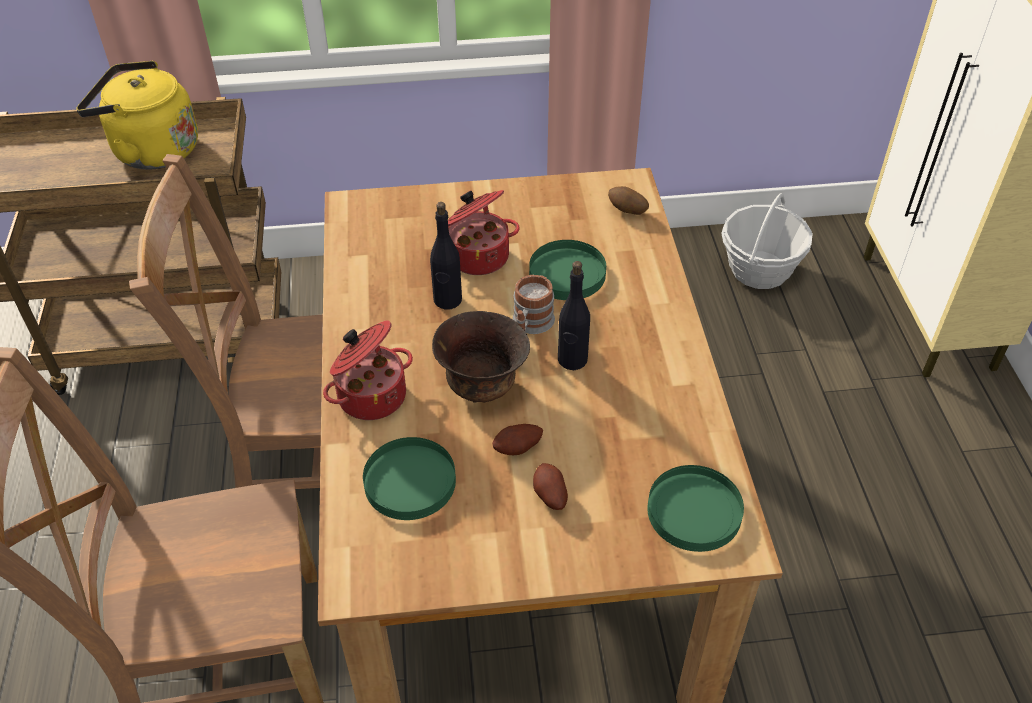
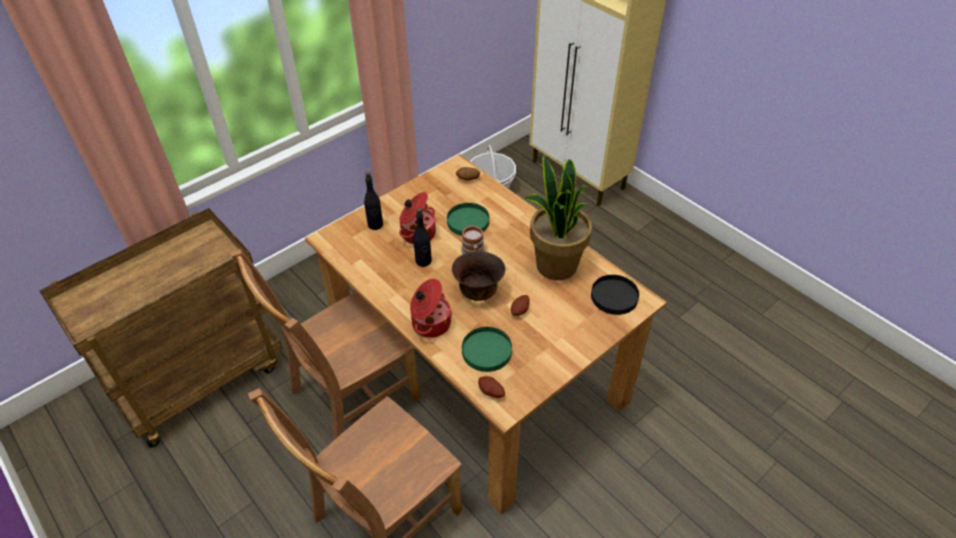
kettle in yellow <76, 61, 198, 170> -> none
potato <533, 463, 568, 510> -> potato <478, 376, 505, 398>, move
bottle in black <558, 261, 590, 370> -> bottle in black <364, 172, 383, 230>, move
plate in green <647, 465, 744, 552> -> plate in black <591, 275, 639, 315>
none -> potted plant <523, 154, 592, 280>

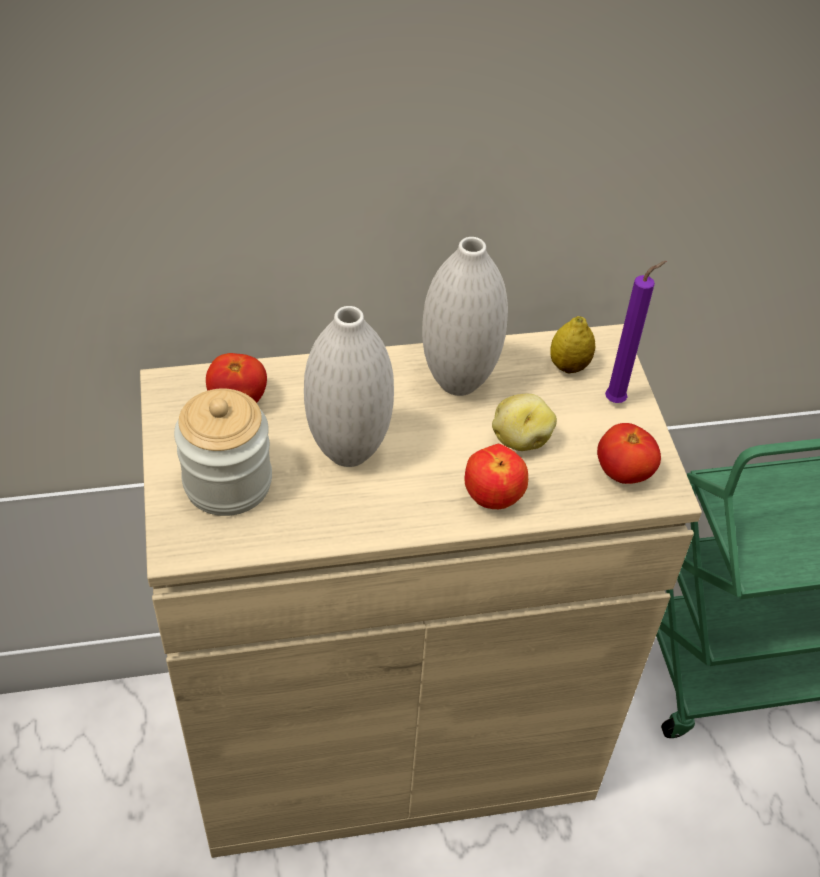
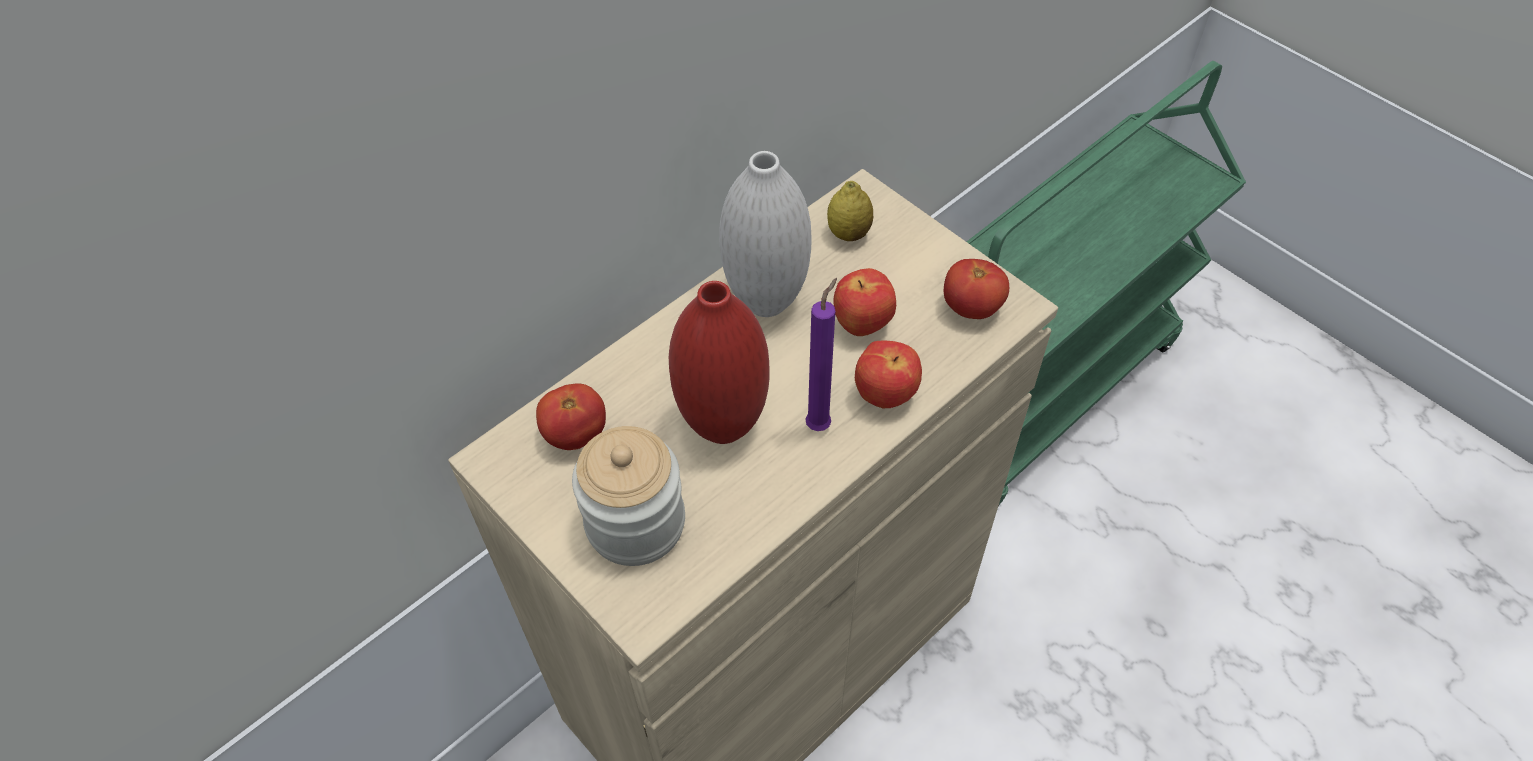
vase in white <304, 306, 394, 467> -> vase in red <669, 281, 770, 444>
potato <492, 394, 557, 451> -> apple <834, 268, 896, 336>
candle in purple <605, 261, 666, 403> -> candle in purple <805, 278, 837, 431>, move

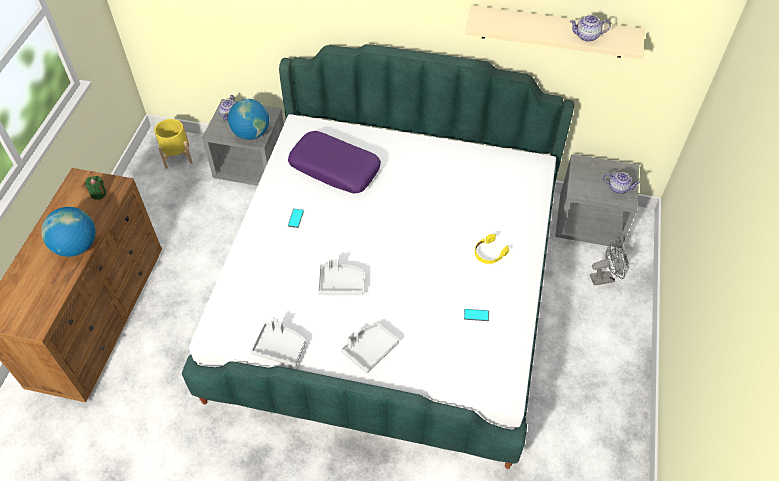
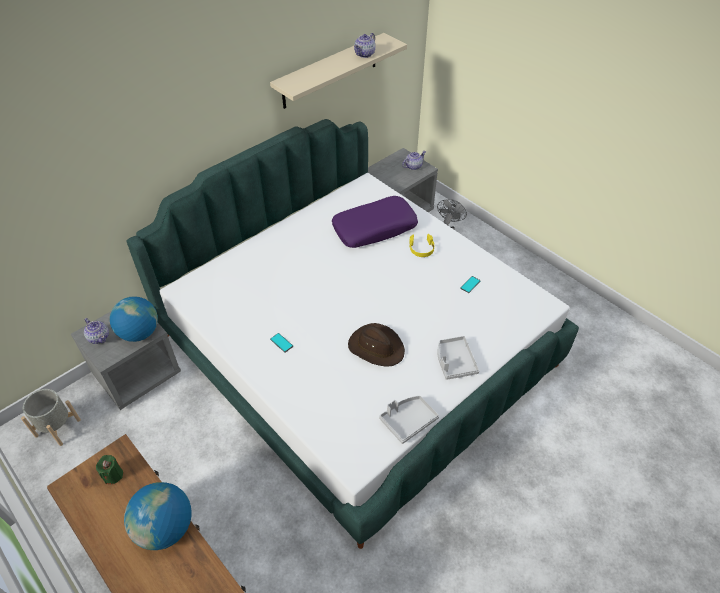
planter in yellow <154, 119, 193, 169> -> planter in grey <21, 389, 81, 446>
pillow in purple <288, 131, 381, 193> -> pillow in purple <332, 196, 418, 248>, move
tray in grey <318, 259, 364, 295> -> hat in brown <348, 323, 405, 366>

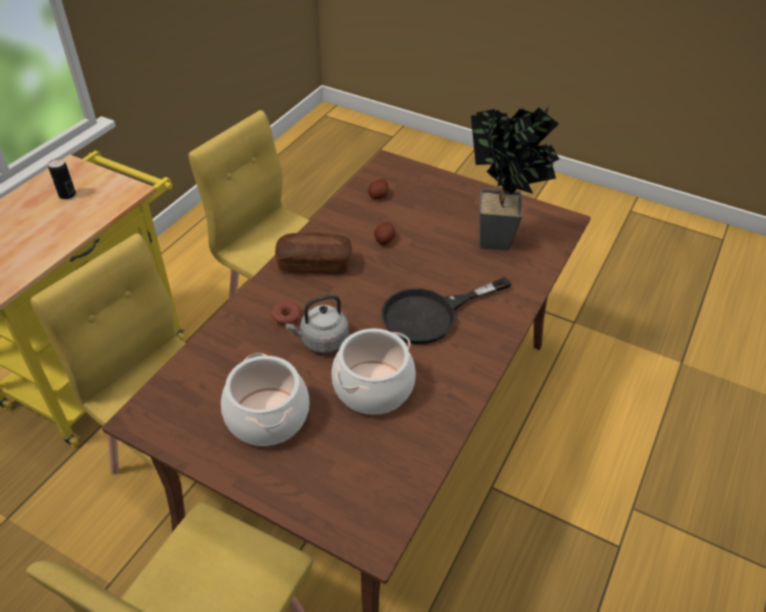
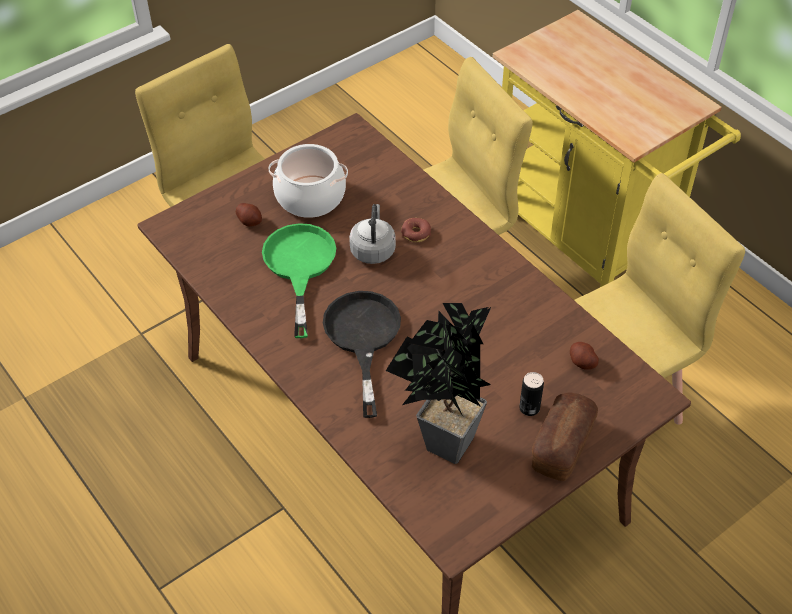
can <48, 158, 76, 199> -> can <519, 372, 544, 416>, move
bread <275, 233, 352, 275> -> bread <532, 392, 598, 481>, move
cooking pot <331, 328, 416, 415> -> frying pan in green <262, 223, 336, 338>
potato <374, 222, 396, 245> -> potato <236, 203, 262, 227>, move

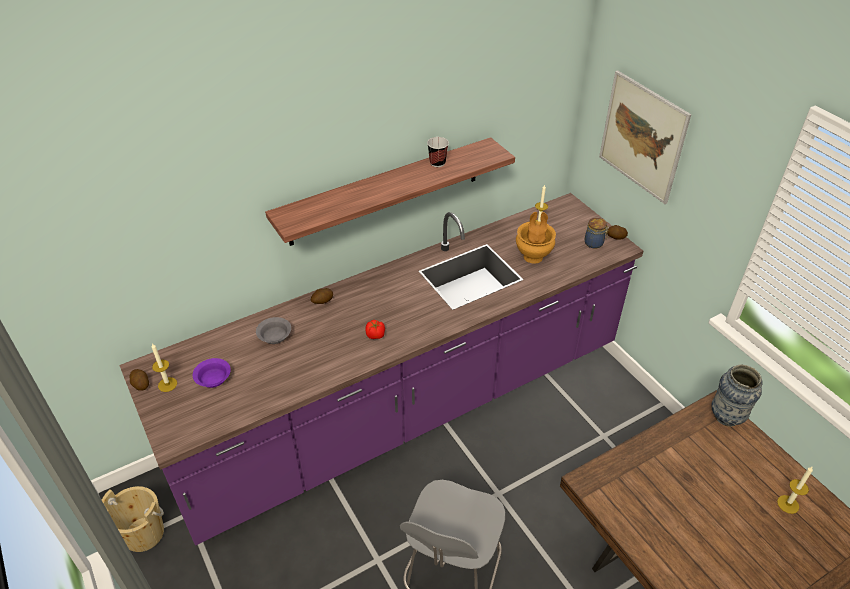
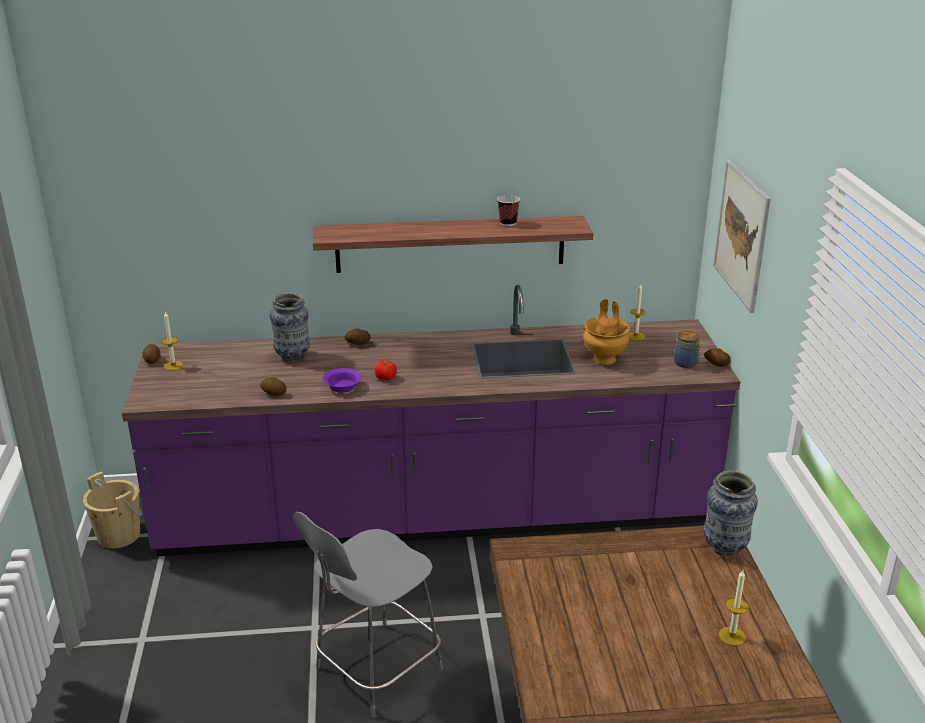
bowl in purple <193, 358, 231, 388> -> bowl in purple <323, 368, 362, 393>, move
bowl in grey <256, 317, 291, 344> -> vase <269, 293, 310, 362>
none -> potato <260, 377, 287, 396>

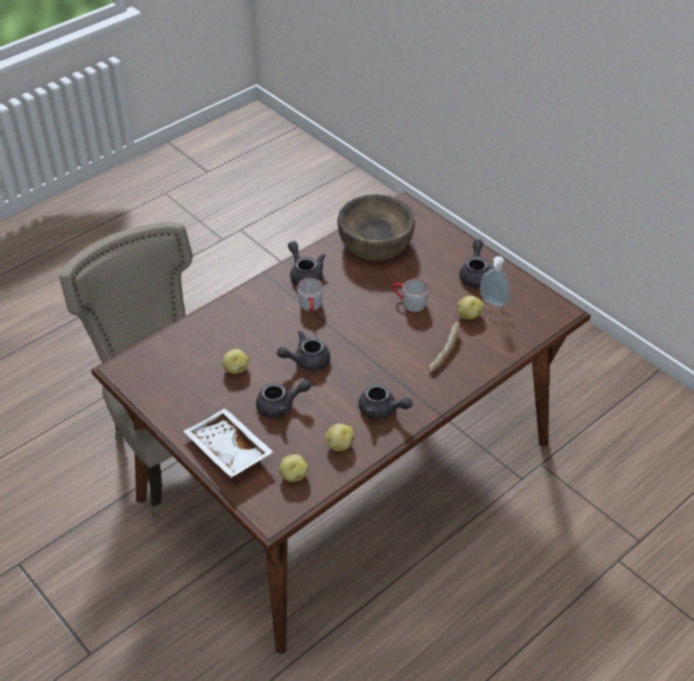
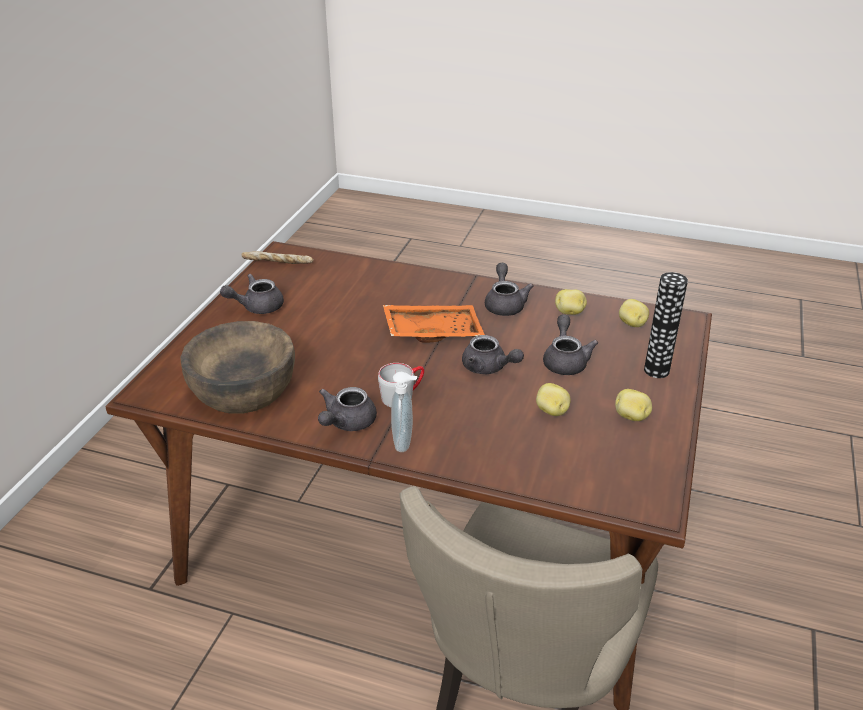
tray in white <183, 409, 273, 478> -> vase <644, 272, 688, 378>
teapot in grey <256, 379, 311, 418> -> teapot in grey <543, 315, 598, 375>, 45 degrees clockwise
mug in grey <393, 279, 429, 312> -> none
bread <428, 322, 460, 372> -> bread <242, 251, 314, 264>, move
potato <457, 296, 483, 319> -> potato <615, 389, 652, 421>, move
soap dispenser <480, 256, 510, 307> -> soap dispenser <391, 372, 417, 452>, move
none -> tray in orange <383, 305, 485, 343>

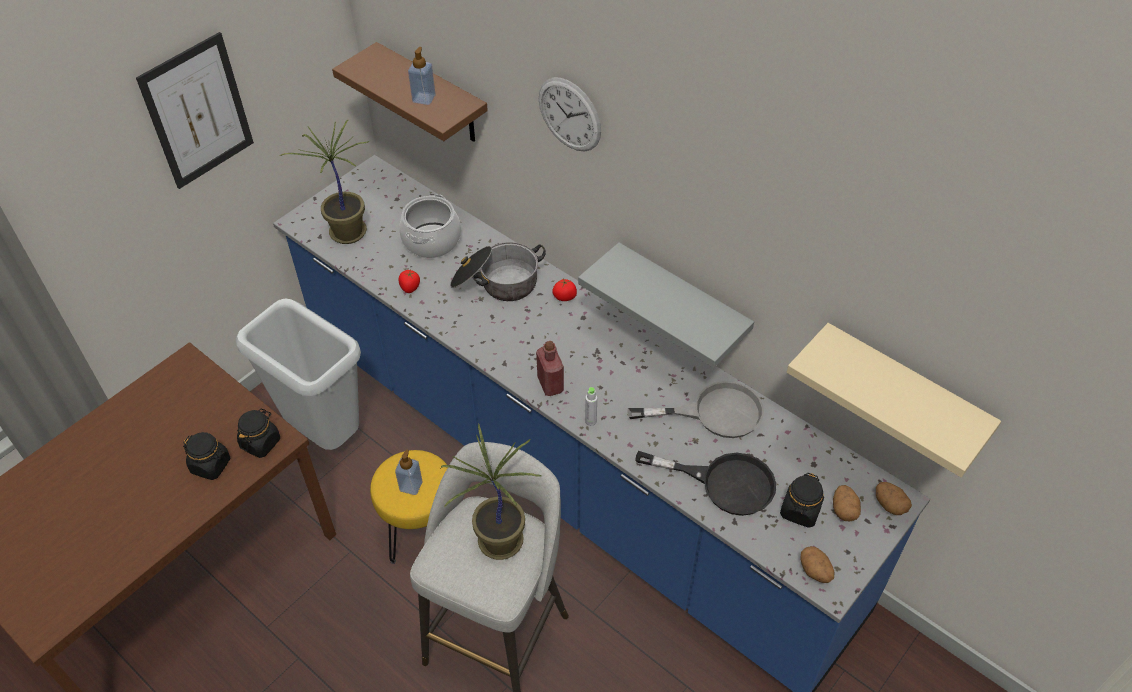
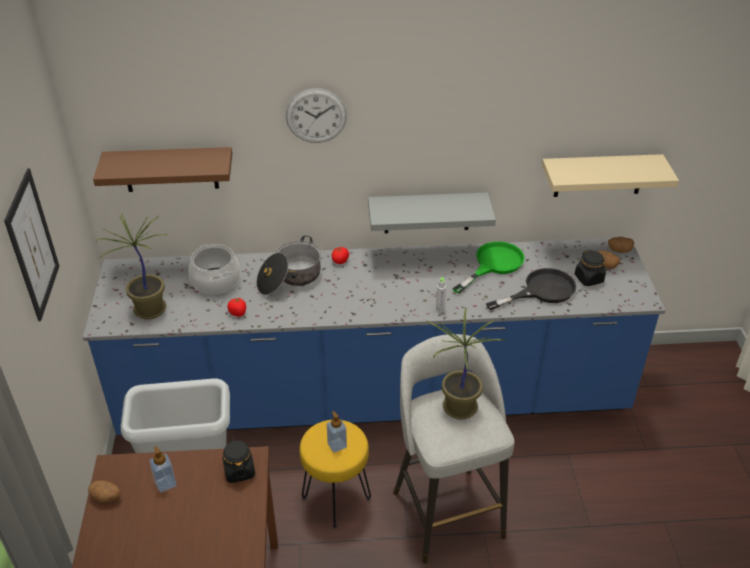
jar in black <183, 432, 230, 480> -> none
soap dispenser <408, 47, 436, 105> -> soap dispenser <149, 446, 176, 492>, move
bottle in red <536, 341, 564, 396> -> none
frying pan in grey <627, 381, 764, 438> -> frying pan in green <452, 241, 525, 294>
potato <800, 546, 835, 583> -> potato <88, 480, 121, 503>, move

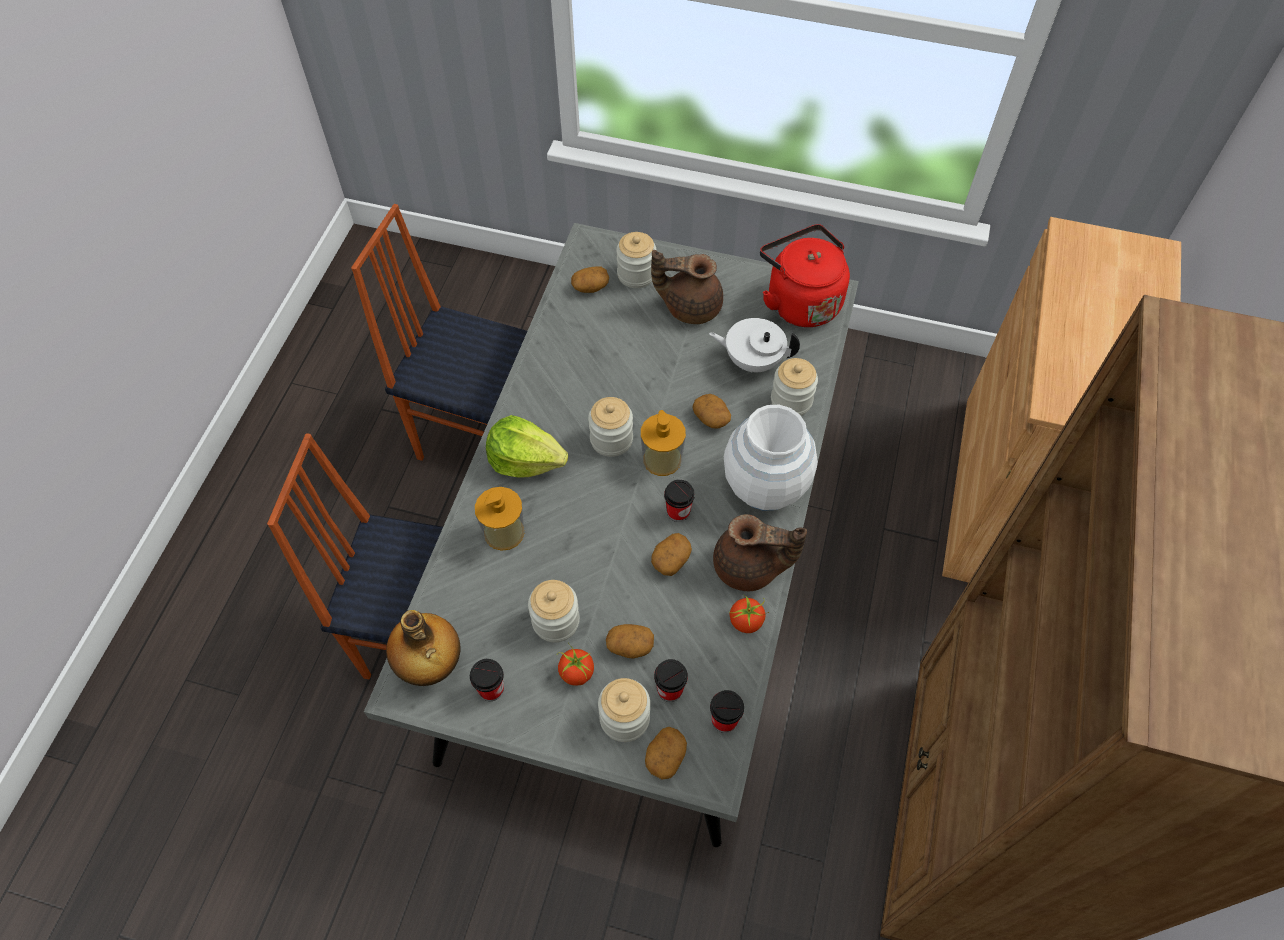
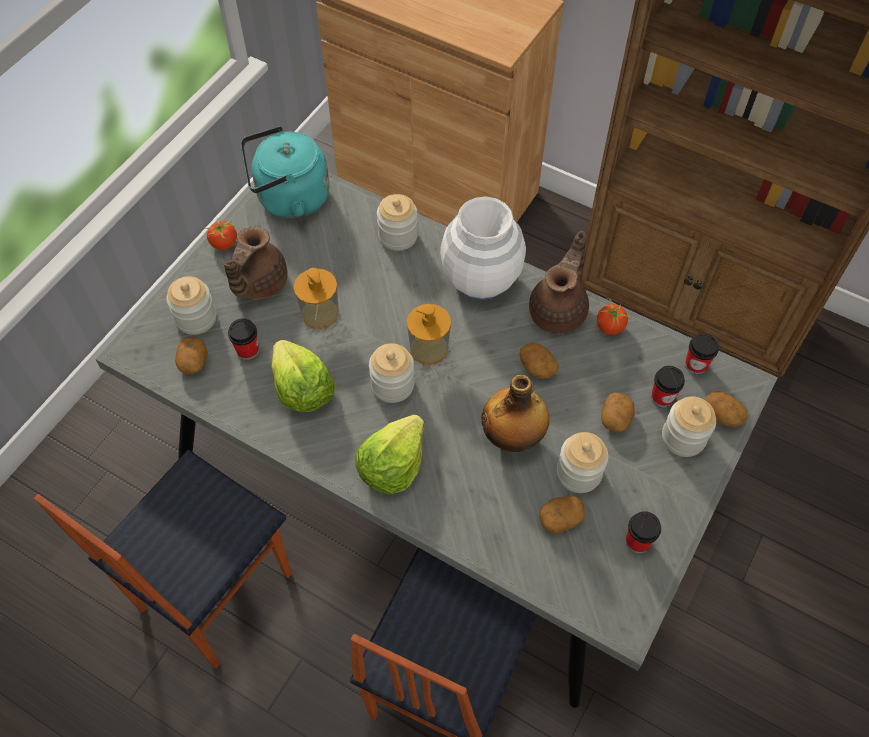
bottle <386, 610, 461, 686> -> bottle <482, 375, 549, 452>, move
soap dispenser <475, 487, 524, 551> -> soap dispenser <293, 268, 339, 329>, move
tomato <557, 643, 594, 686> -> tomato <203, 218, 237, 250>, move
cup <664, 479, 695, 522> -> cup <228, 318, 259, 360>, move
potato <692, 394, 731, 429> -> potato <540, 496, 585, 533>, move
teapot in white <709, 318, 800, 372> -> none
kettle in red <760, 224, 850, 327> -> kettle in turquoise <241, 126, 330, 219>
none -> lettuce <271, 340, 335, 413>

